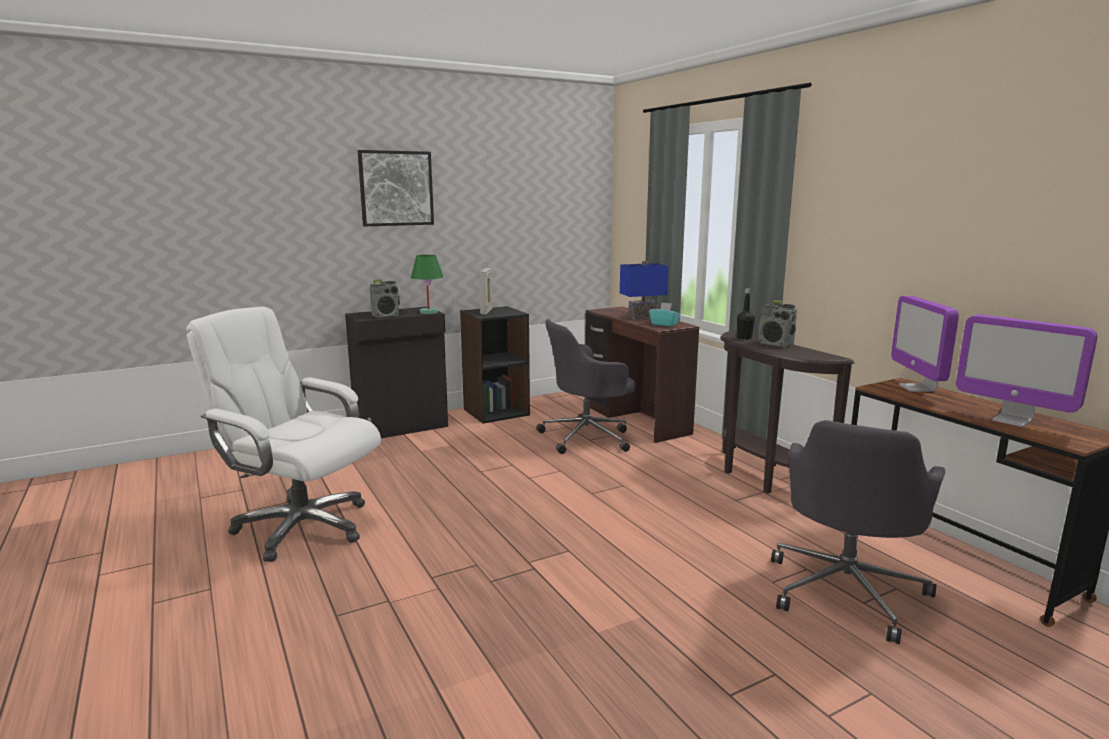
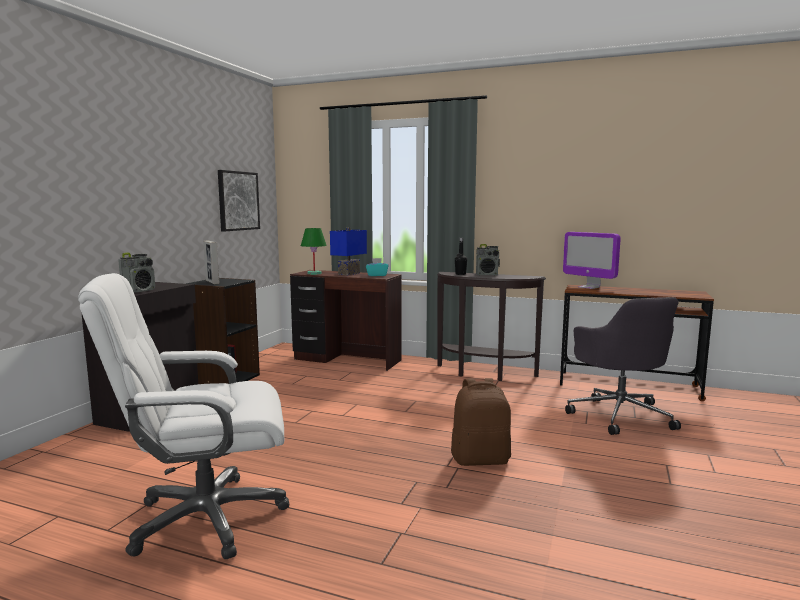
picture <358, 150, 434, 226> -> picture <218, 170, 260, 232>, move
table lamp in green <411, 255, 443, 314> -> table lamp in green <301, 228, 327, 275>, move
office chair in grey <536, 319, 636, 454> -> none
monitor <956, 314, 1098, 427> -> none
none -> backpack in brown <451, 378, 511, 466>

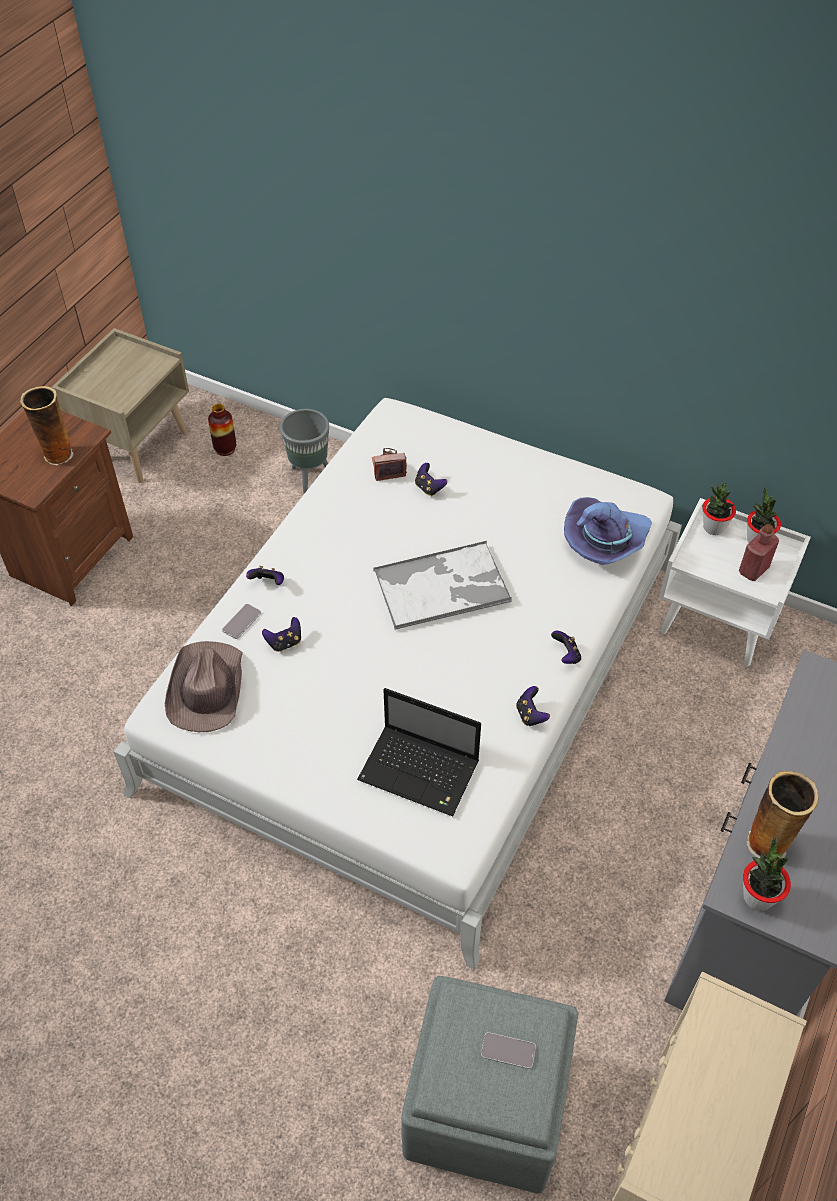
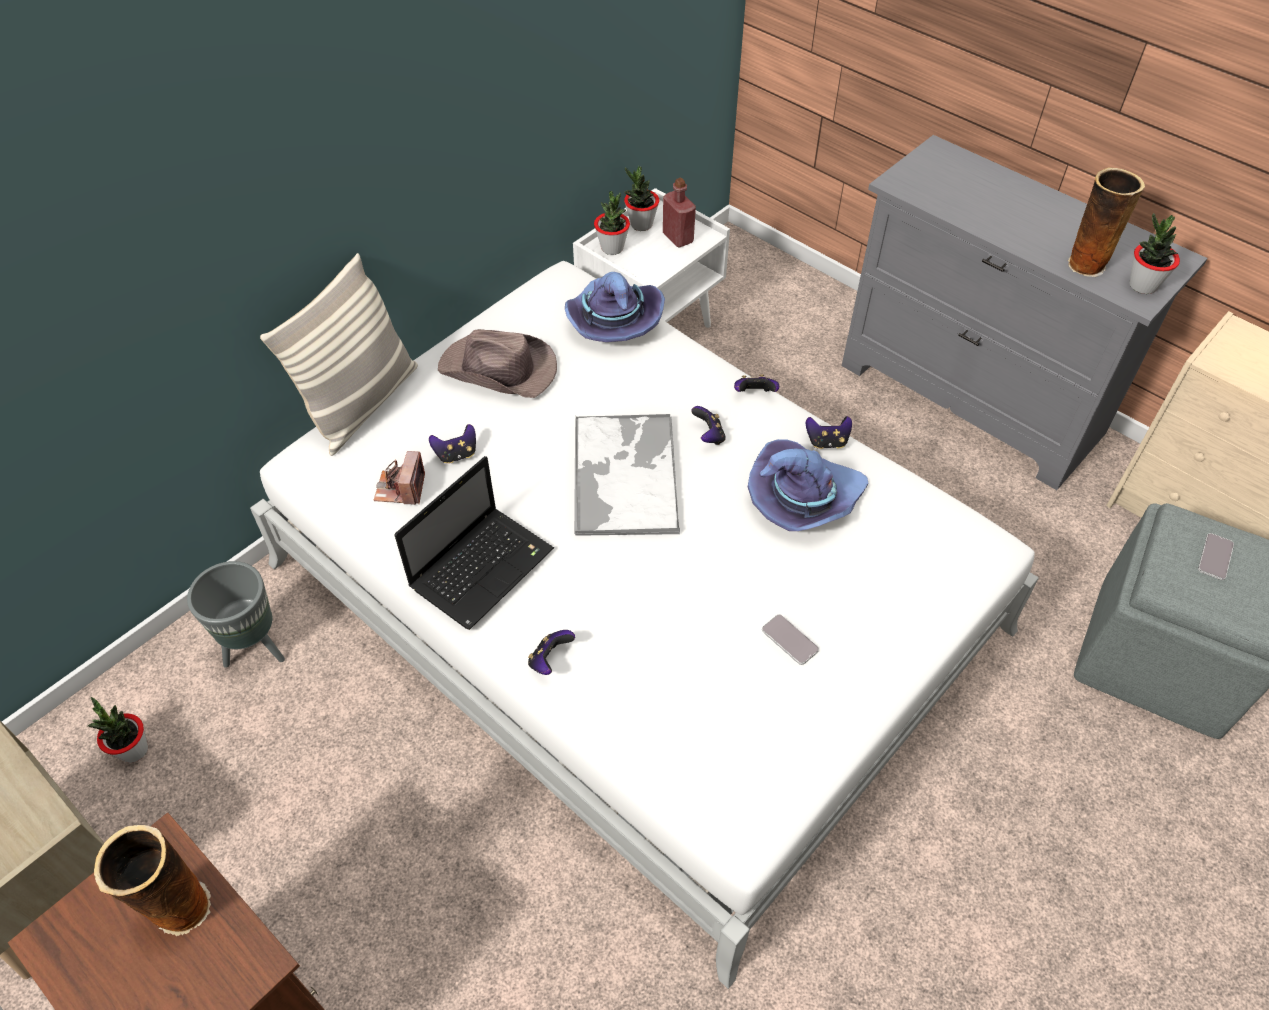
hat in brown <165, 641, 243, 732> -> hat in brown <438, 329, 557, 398>, move
vase <208, 404, 236, 456> -> potted plant <88, 697, 148, 763>
phone <222, 604, 261, 639> -> phone <762, 614, 819, 665>, move
game controller <262, 617, 301, 652> -> game controller <691, 406, 726, 445>, move
laptop <357, 688, 481, 816> -> laptop <395, 456, 554, 630>, move
none -> pillow <260, 253, 418, 456>
none -> hat in purple <748, 439, 868, 531>

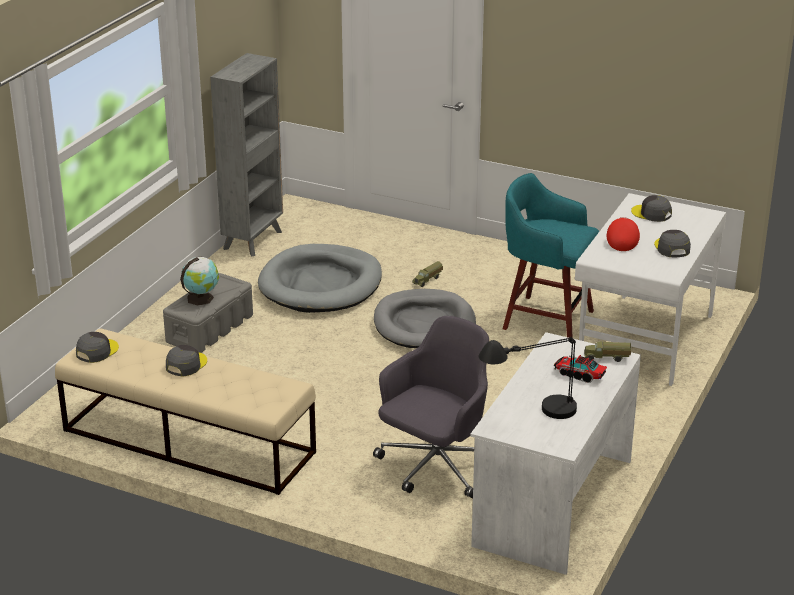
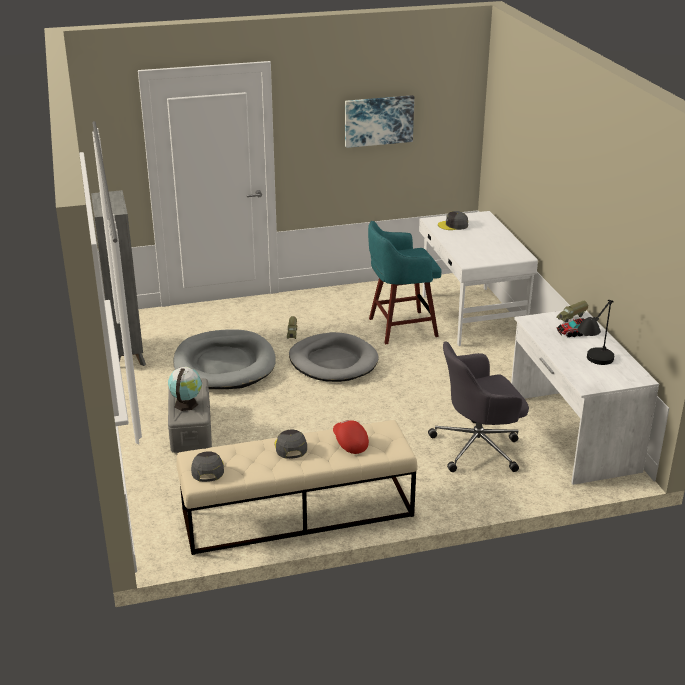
office chair in grey <373, 316, 489, 498> -> office chair in grey <428, 342, 529, 472>, 105 degrees counterclockwise
cap in red <607, 217, 640, 251> -> cap in red <333, 420, 369, 454>, move
cap in grey <654, 230, 691, 257> -> none
none -> picture <345, 95, 414, 148>

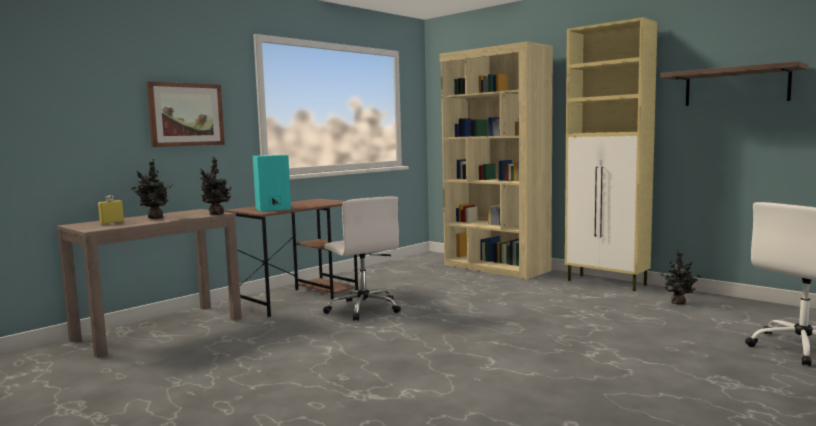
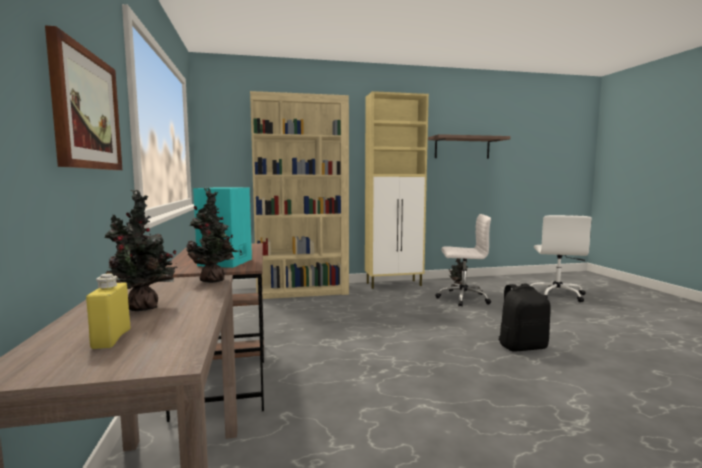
office chair in white <323, 196, 401, 321> -> office chair in white <435, 214, 491, 307>, move
none -> backpack in black <498, 284, 551, 352>

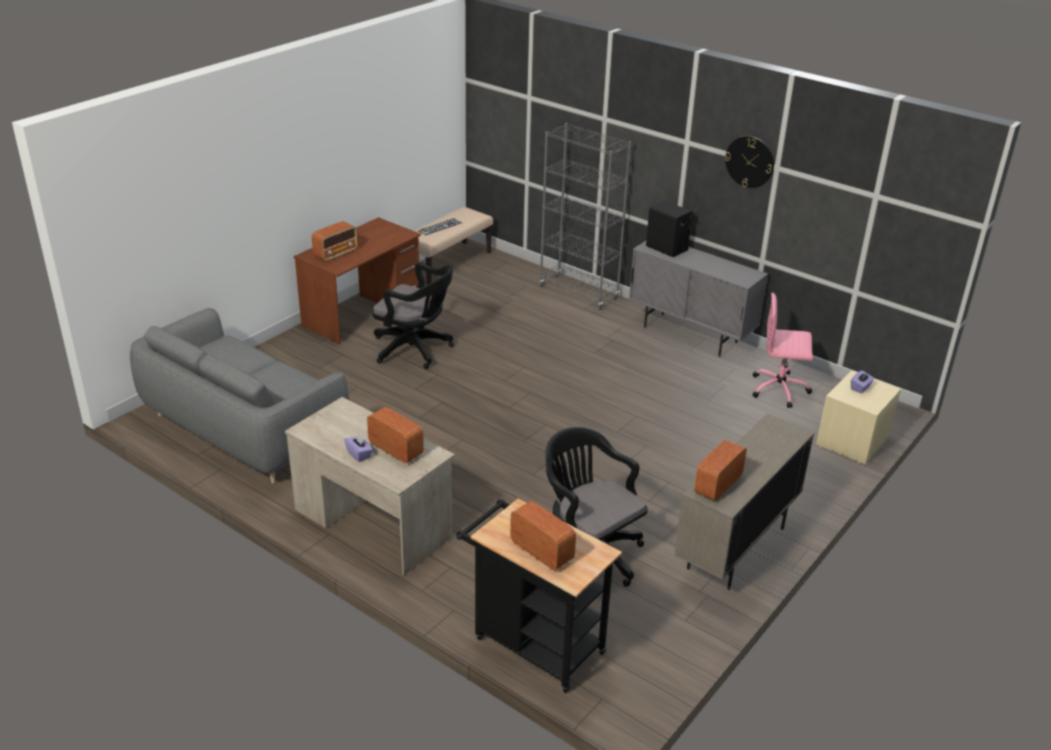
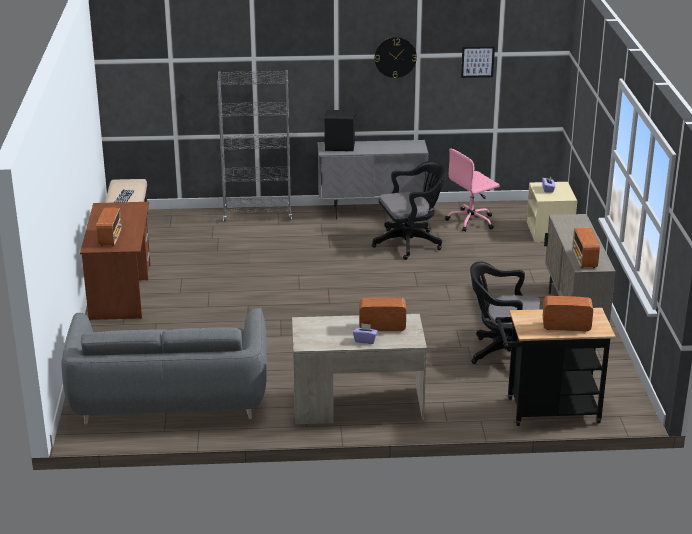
office chair in black <372, 263, 454, 369> -> office chair in black <372, 161, 447, 260>, move
none -> picture <461, 46, 495, 78>

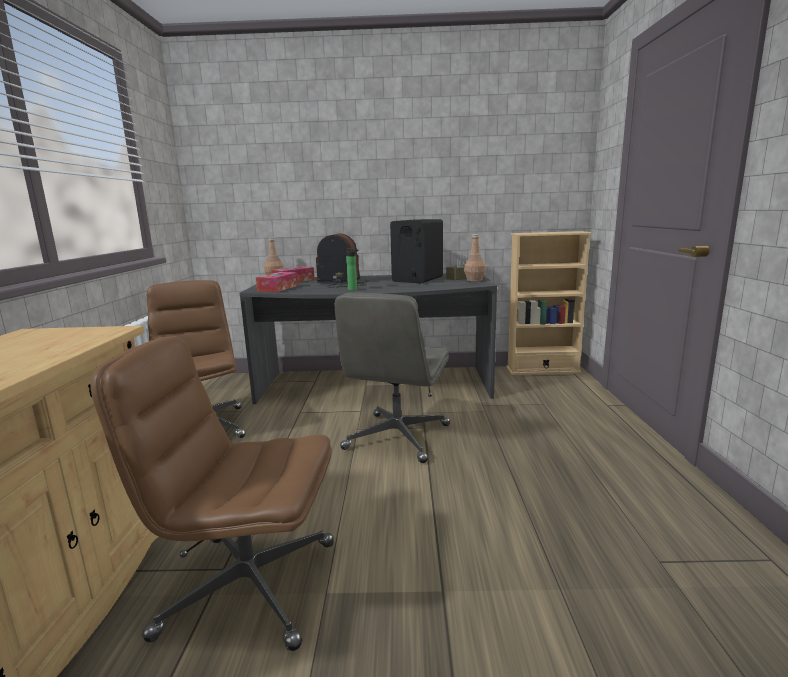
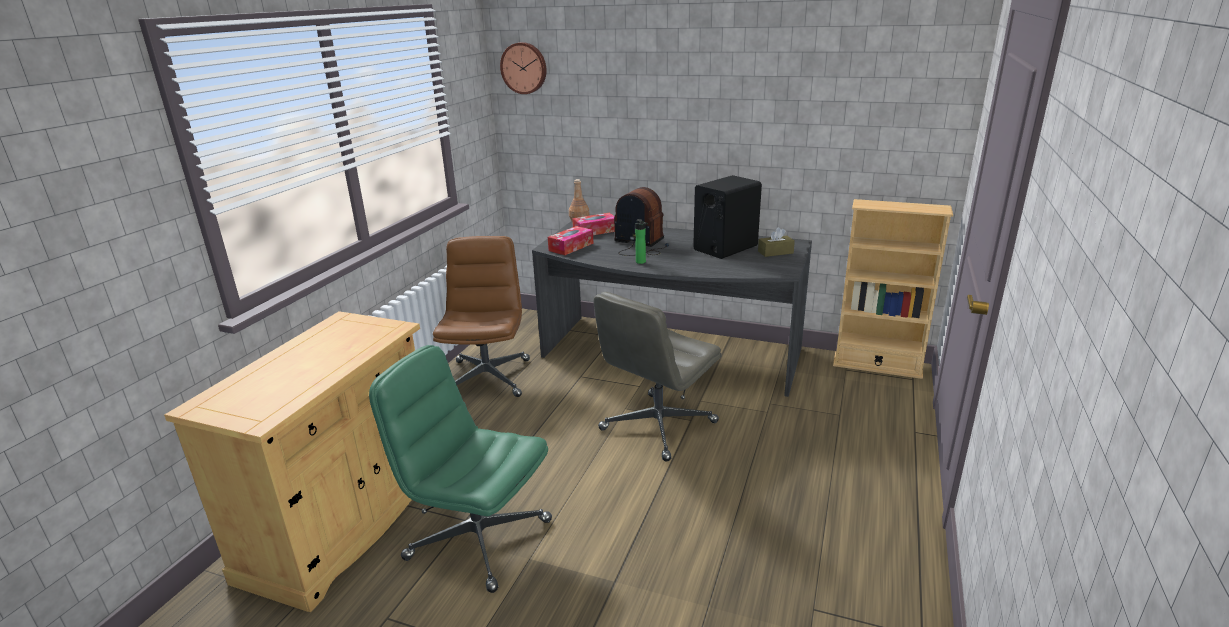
office chair in brown <90, 336, 334, 651> -> office chair in green <369, 345, 552, 593>
bottle in brown <464, 234, 486, 282> -> none
none -> wall clock <500, 42, 546, 94>

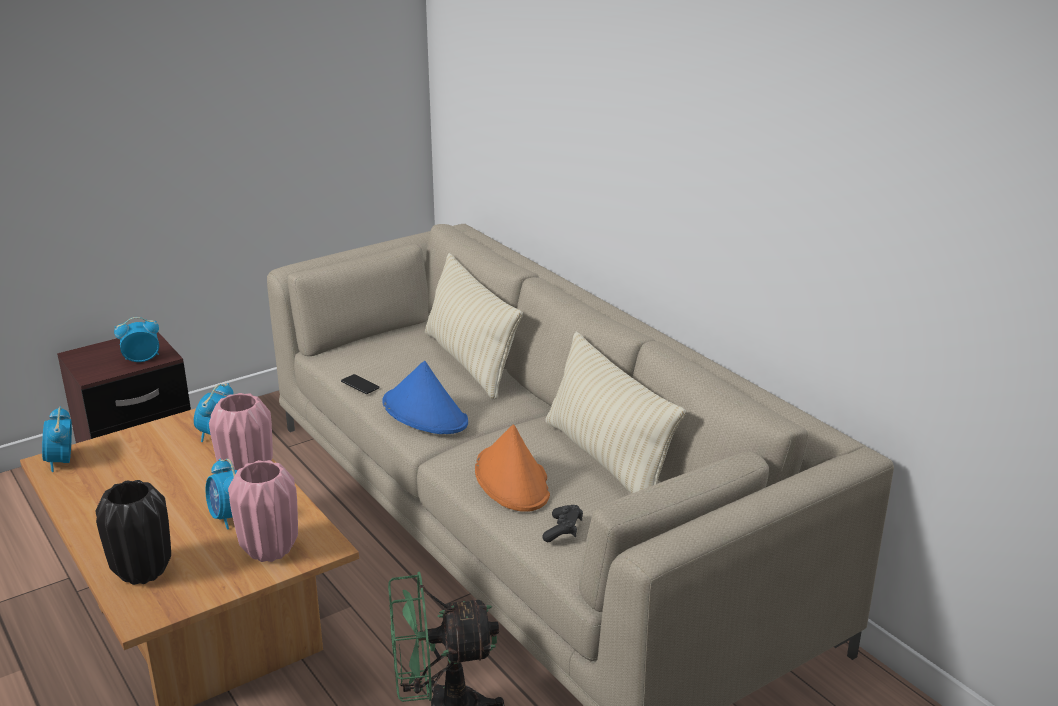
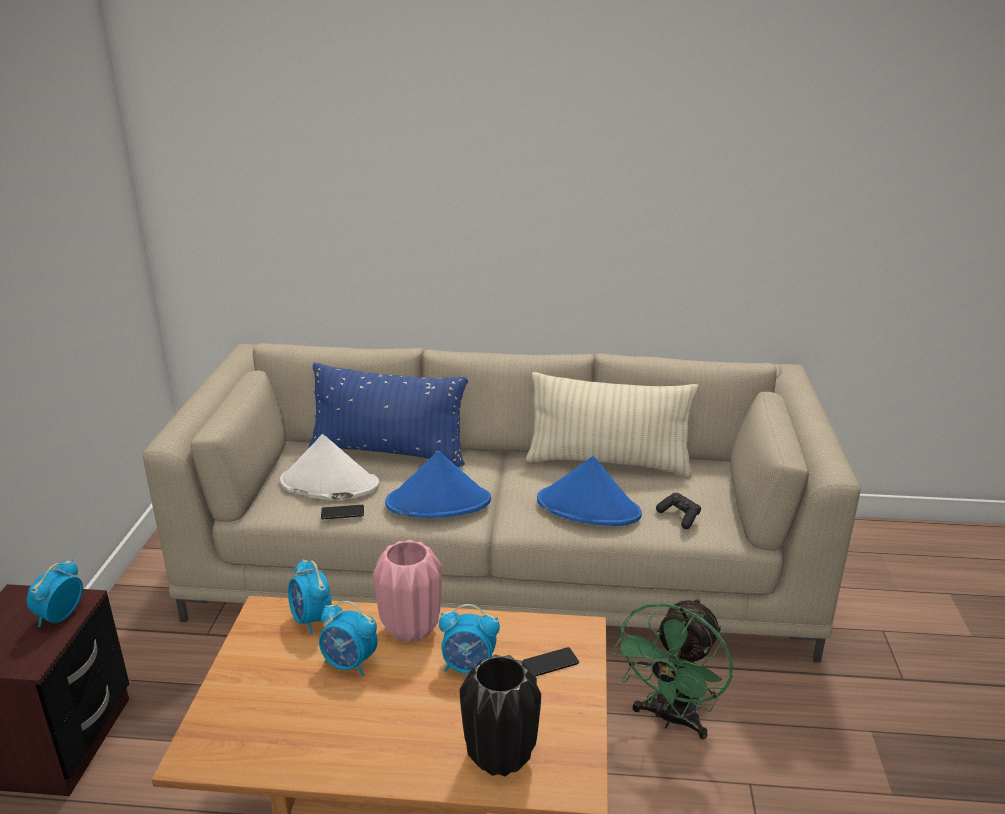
alarm clock <42, 406, 72, 472> -> alarm clock <319, 601, 378, 676>, move
vase in pink <228, 460, 298, 562> -> phone <522, 647, 579, 677>
pillow in beige <425, 253, 523, 399> -> pillow in blue <309, 363, 468, 467>
hat in orange <475, 424, 550, 512> -> hat in blue <537, 456, 642, 526>
none -> hat in white <280, 434, 379, 500>

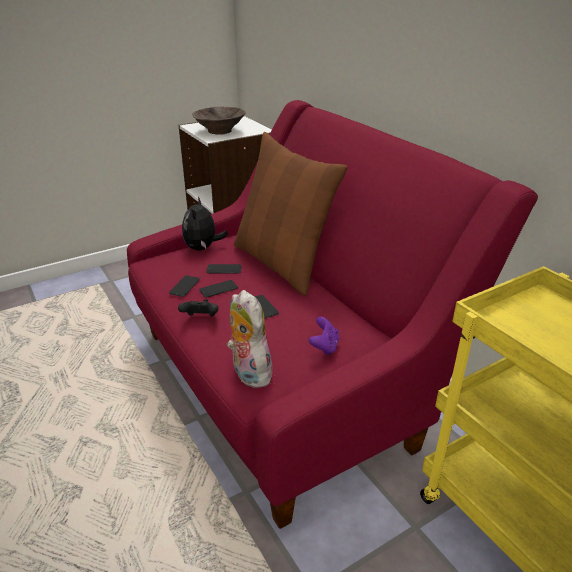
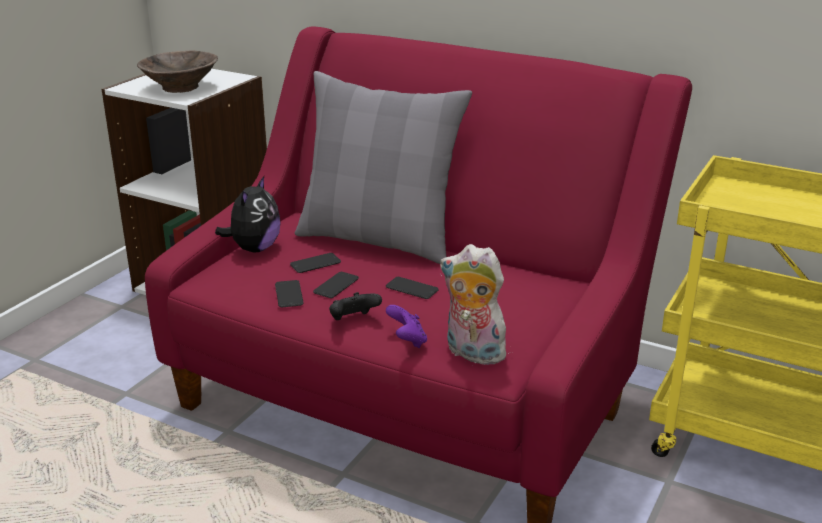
plush toy <182, 197, 228, 251> -> plush toy <215, 176, 280, 252>, 135 degrees counterclockwise
pillow in brown <234, 132, 348, 296> -> pillow in grey <295, 71, 472, 264>
game controller in purple <308, 317, 340, 355> -> game controller in purple <386, 305, 427, 348>, move

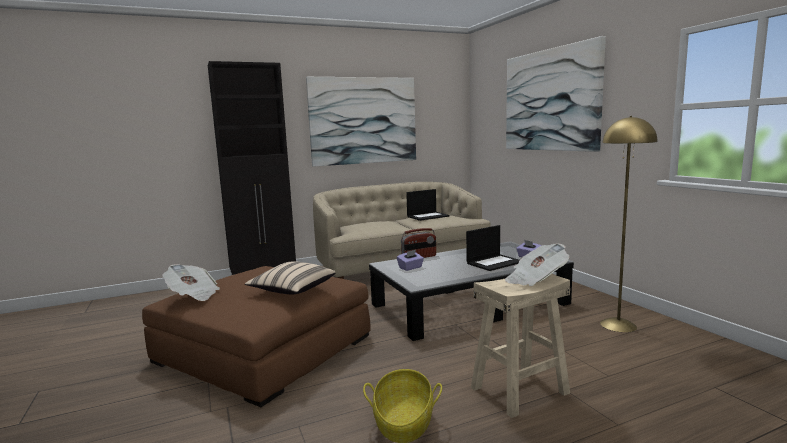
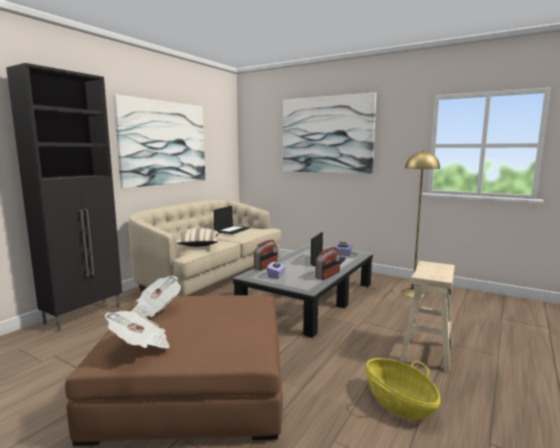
pillow in beige <245, 261, 336, 294> -> pillow in beige <177, 228, 219, 247>, move
newspaper <505, 243, 569, 286> -> newspaper <132, 276, 181, 317>, move
none -> radio <315, 247, 340, 280>

